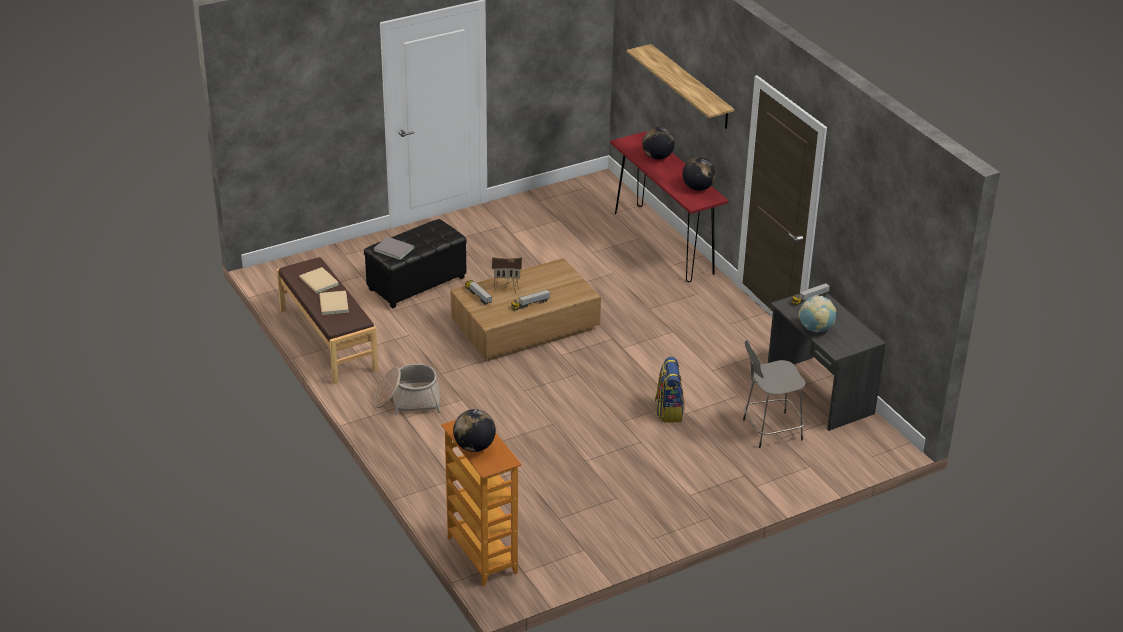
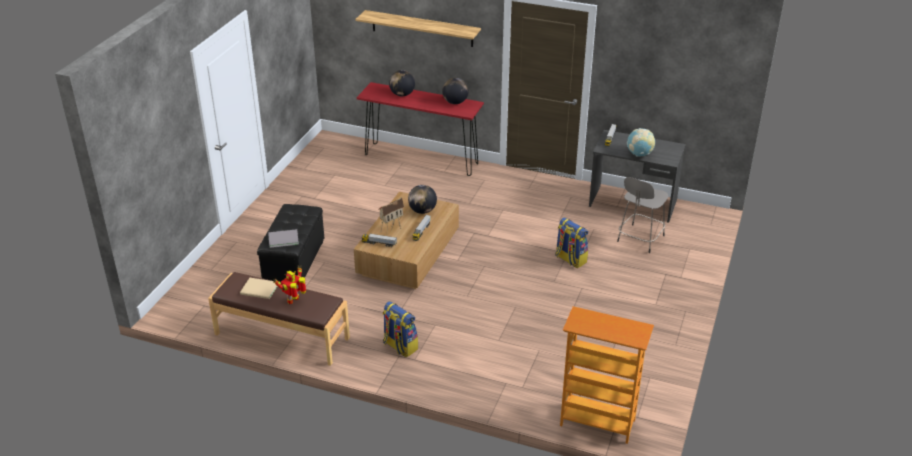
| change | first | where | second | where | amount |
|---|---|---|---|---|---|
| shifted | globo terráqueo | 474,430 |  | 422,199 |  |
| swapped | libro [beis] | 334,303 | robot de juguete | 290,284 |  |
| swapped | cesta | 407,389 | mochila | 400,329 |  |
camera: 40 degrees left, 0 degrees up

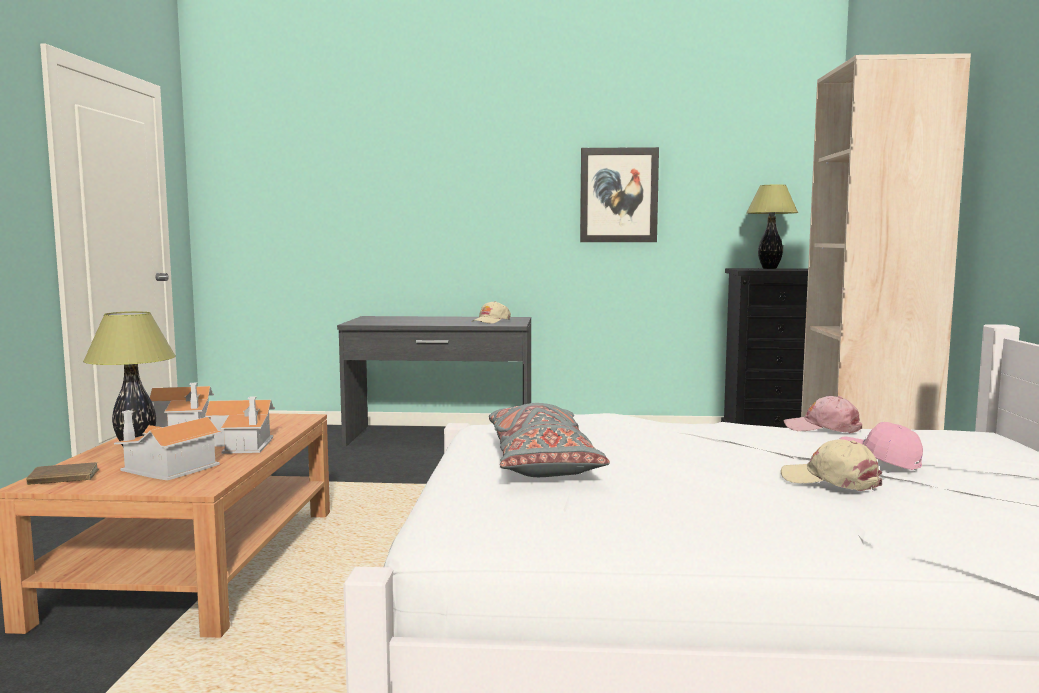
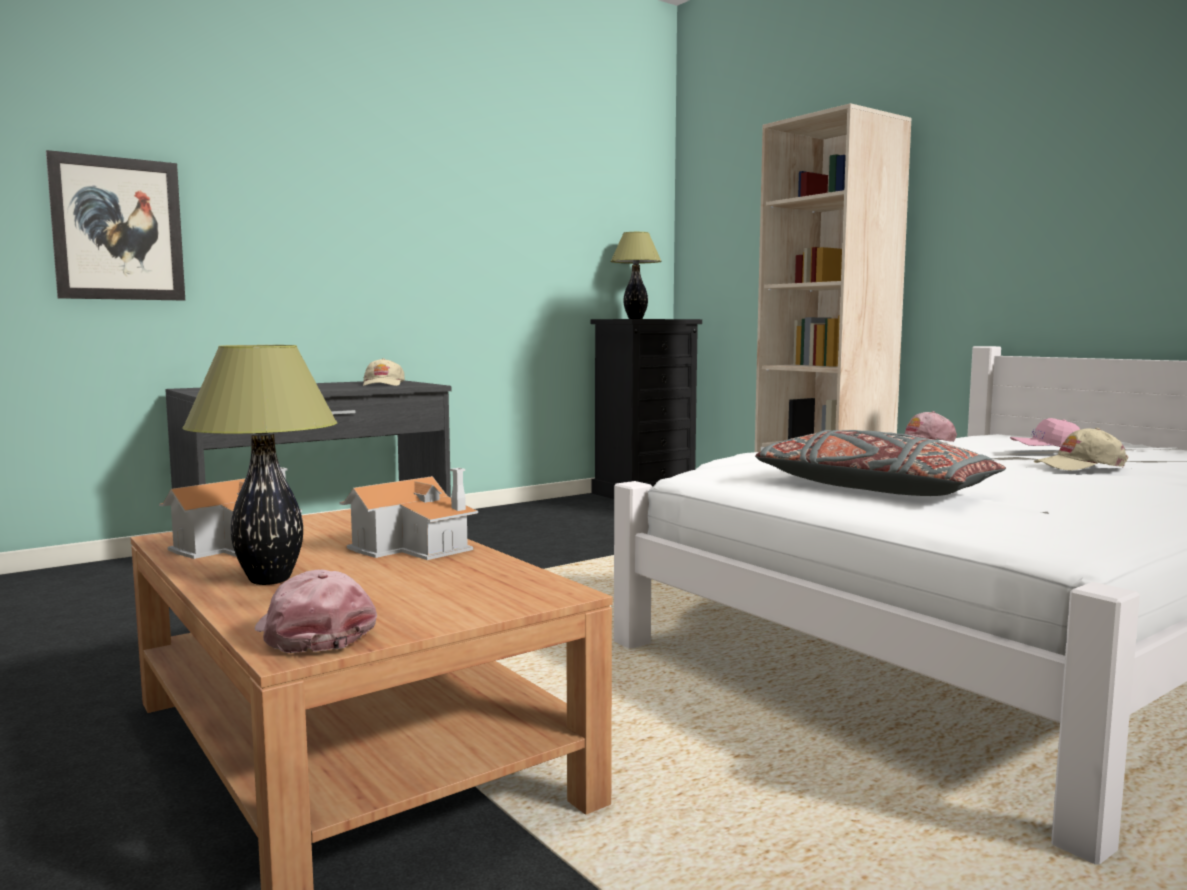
| change | first | where | second | where | amount |
|---|---|---|---|---|---|
| gone | casita | 168,445 |  |  |  |
| shifted | cuadro | 619,194 |  | 115,225 |  |
| swapped | libro [marrón] | 62,473 | gorra [rosa] | 316,611 |  |
camera: 40 degrees left, 0 degrees up

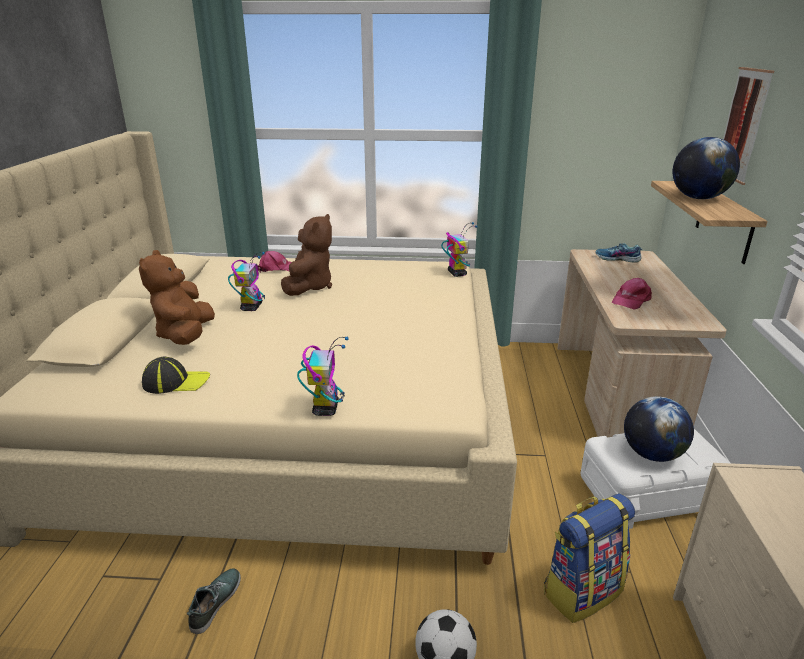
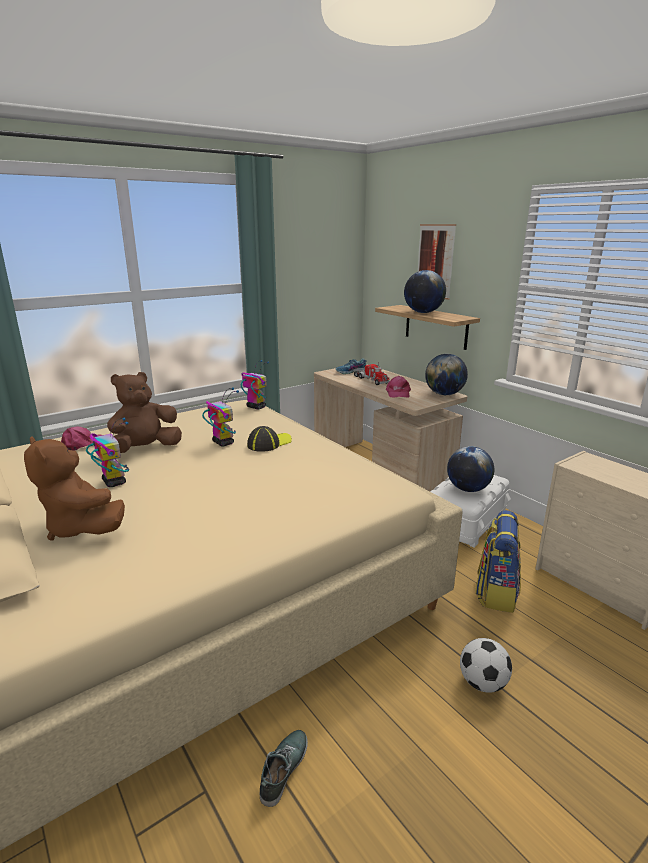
| change | first | where | second | where | amount |
|---|---|---|---|---|---|
| new |  |  | camión de juguete | 372,373 |  |
| new |  |  | globo terráqueo | 446,374 |  |
| shifted | gorra | 176,375 |  | 269,439 |  |
| shifted | robot de juguete | 323,376 |  | 220,417 |  |
| rotated | zapato | 214,601 |  | 284,768 | 45 degrees clockwise |
| rotated | peluche [marrón] | 306,255 |  | 144,412 | 105 degrees counterclockwise |
camera: 40 degrees left, 5 degrees down

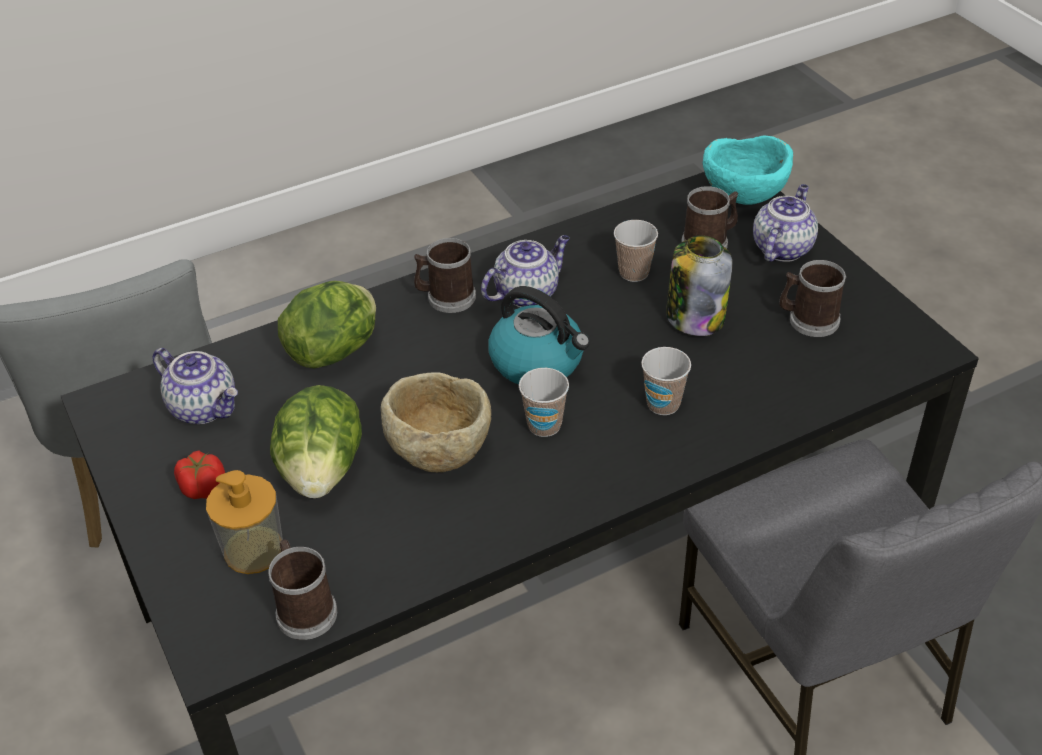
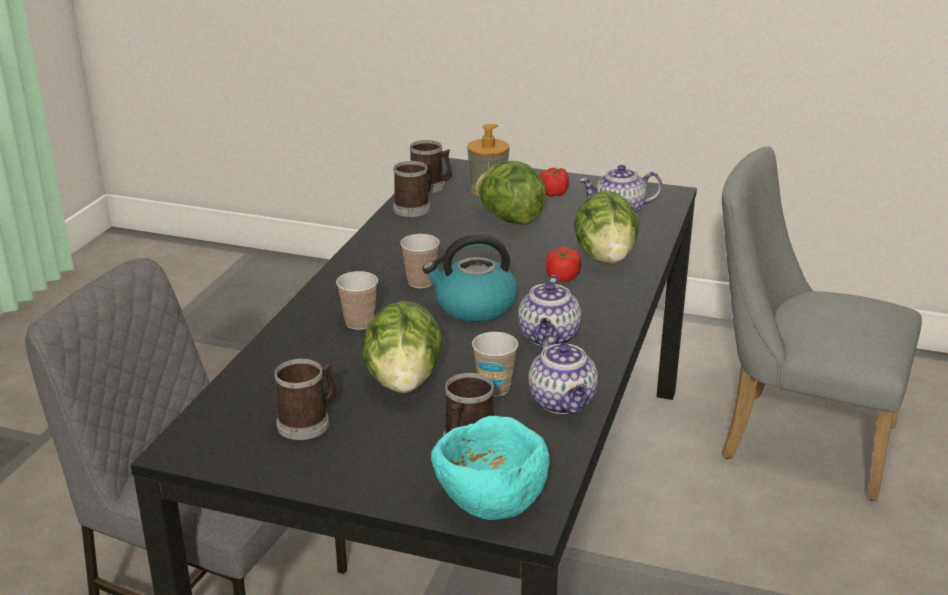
| change | first | where | second | where | amount |
|---|---|---|---|---|---|
| gone | cuenco [beis] | 436,422 |  |  |  |
| new |  |  | tomate | 563,264 |  |
| shifted | taza grande | 445,275 |  | 412,189 |  |
| shifted | tetera | 785,223 |  | 563,374 |  |
| swapped | tarro | 699,285 | lechuga | 402,347 |  |
camera: 135 degrees right, 15 degrees down

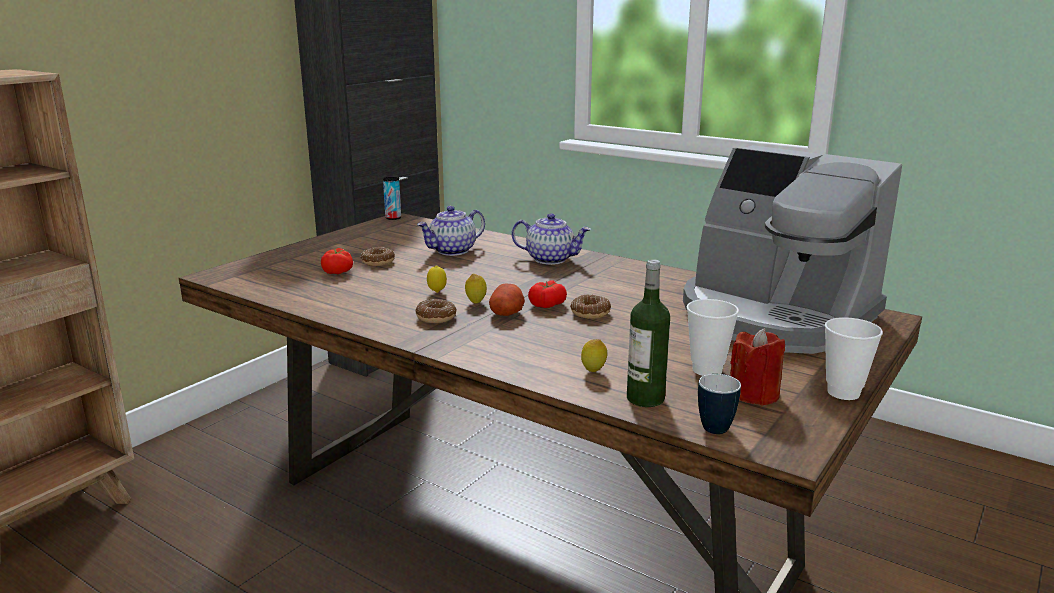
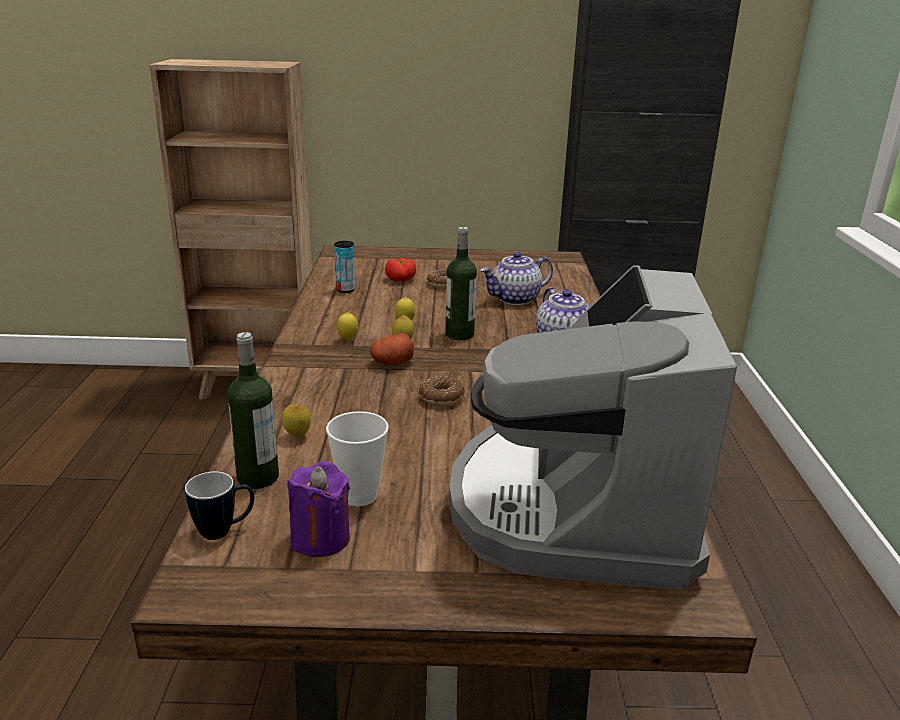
| change | first | where | second | where | amount |
|---|---|---|---|---|---|
| gone | tomate | 547,294 |  |  |  |
| gone | taza | 854,358 |  |  |  |
| new |  |  | botella | 461,283 |  |
| shifted | lata | 392,198 |  | 344,267 |  |
| swapped | rosquilla | 436,311 | limón | 347,326 |  |
| repainted | vela [rojo] | 757,367 | vela [morado] | 318,509 |  |
| rotated | tetera | 451,231 |  | 516,278 | 45 degrees counterclockwise |
camera: 55 degrees right, 5 degrees up

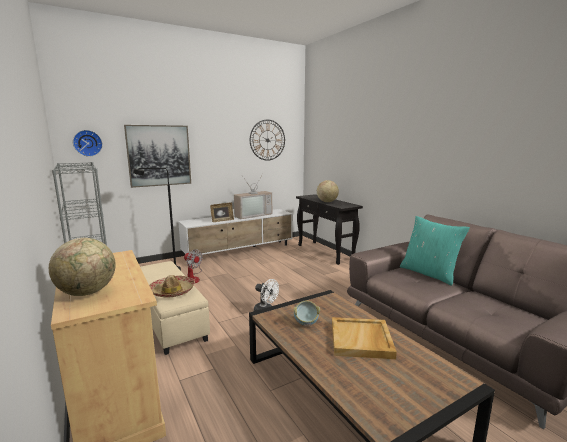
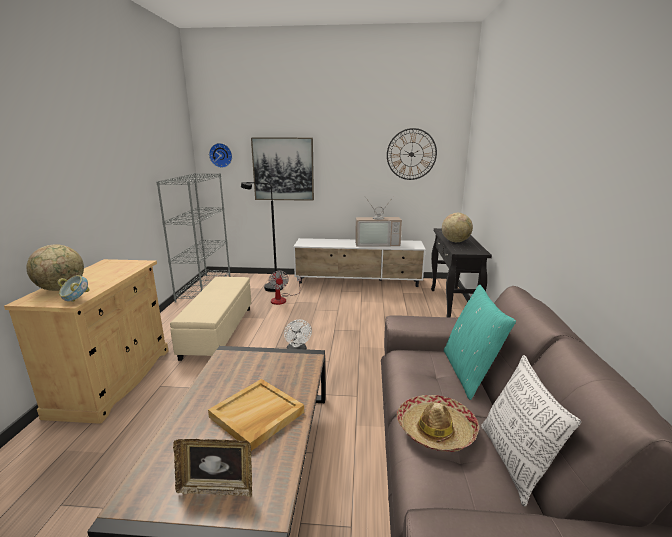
| change | first | where | second | where | amount |
|---|---|---|---|---|---|
| new |  |  | cojín | 531,431 |  |
| shifted | sombrero | 172,286 |  | 438,423 |  |
| shifted | portarretratos | 222,212 |  | 212,468 |  |
| shifted | cuenco | 307,313 |  | 73,288 |  |
camera: 35 degrees right, 5 degrees up

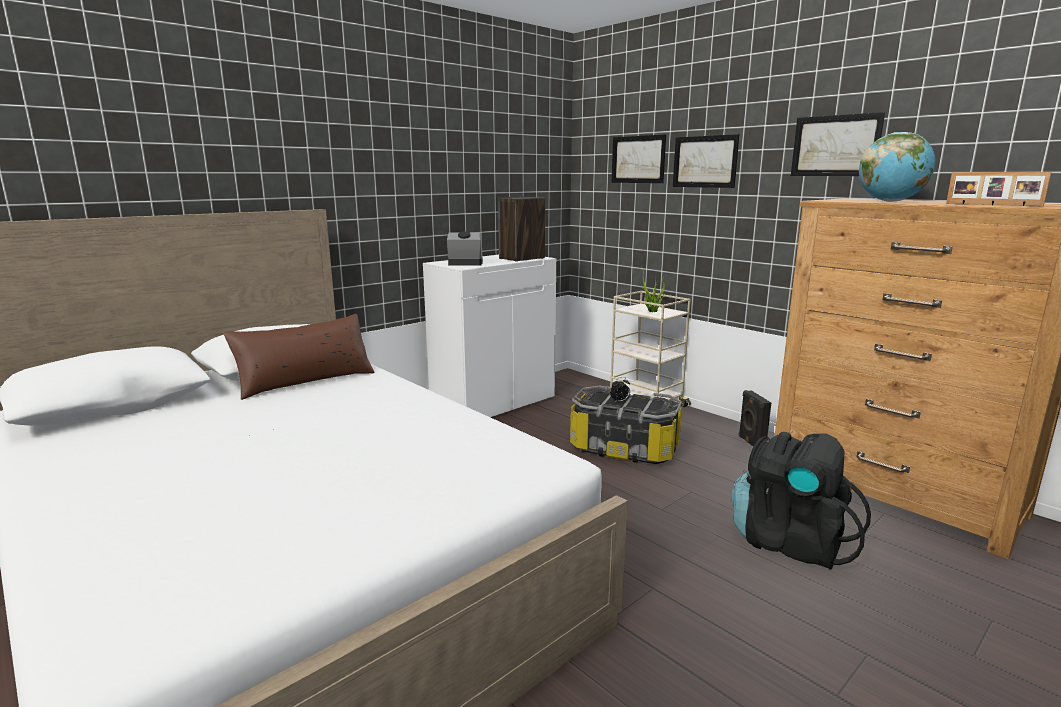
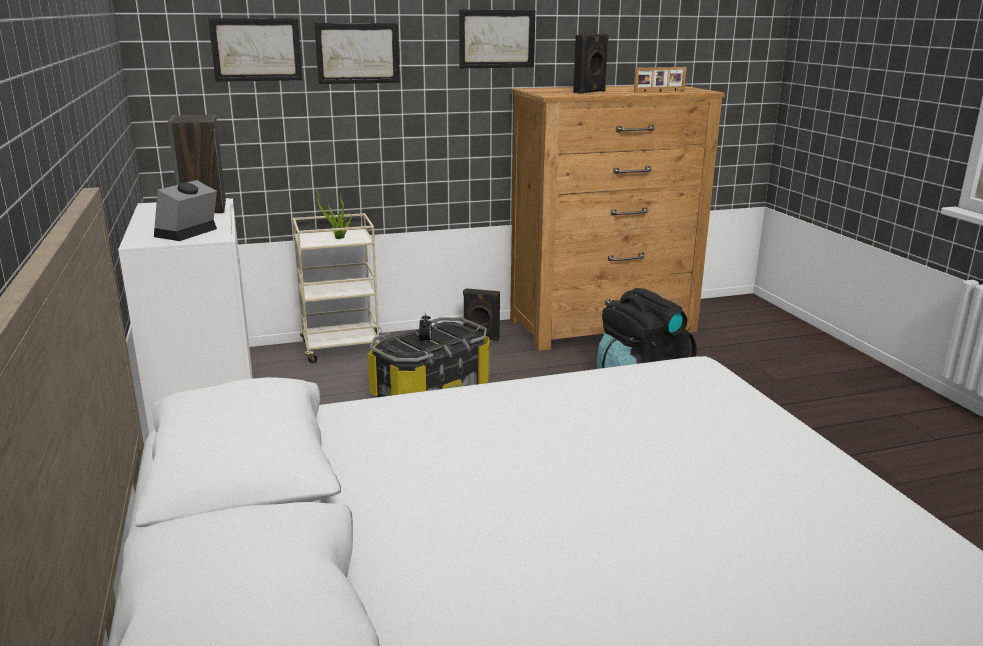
| change | first | where | second | where | amount |
|---|---|---|---|---|---|
| gone | cojín [marrón] | 299,357 |  |  |  |
| swapped | globo terráqueo | 897,167 | altavoz [negro] | 591,64 |  |
camera: 65 degrees left, 5 degrees up

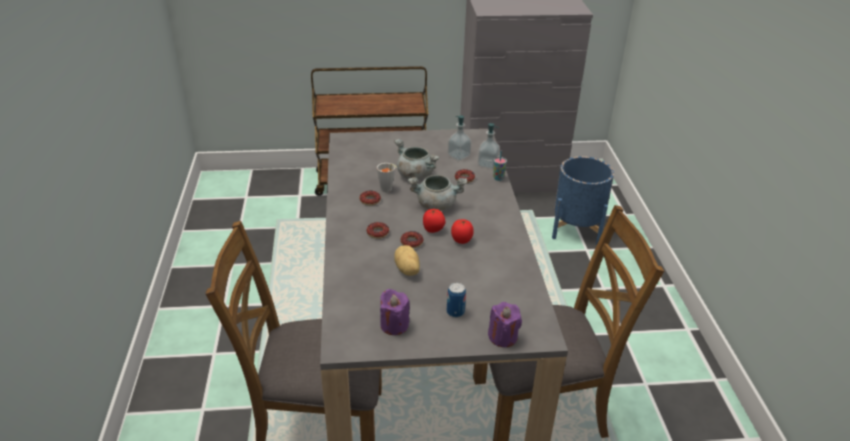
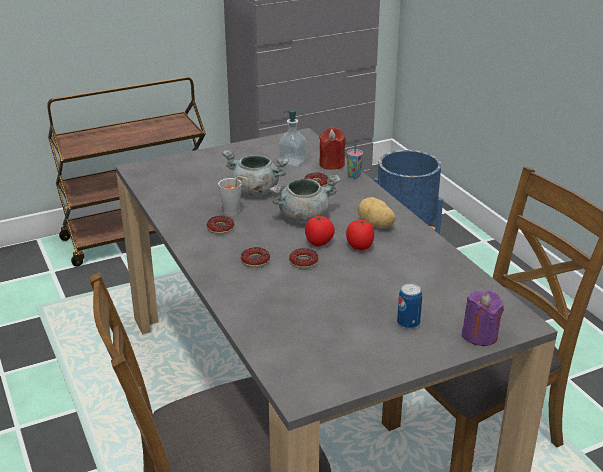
| change | first | where | second | where | amount |
|---|---|---|---|---|---|
| gone | vela [morado] | 395,312 |  |  |  |
| shifted | patata | 407,260 |  | 376,212 |  |
| swapped | dispensador de jabón | 488,146 | vela [rojo] | 332,148 |  |
camera: 20 degrees left, 5 degrees down

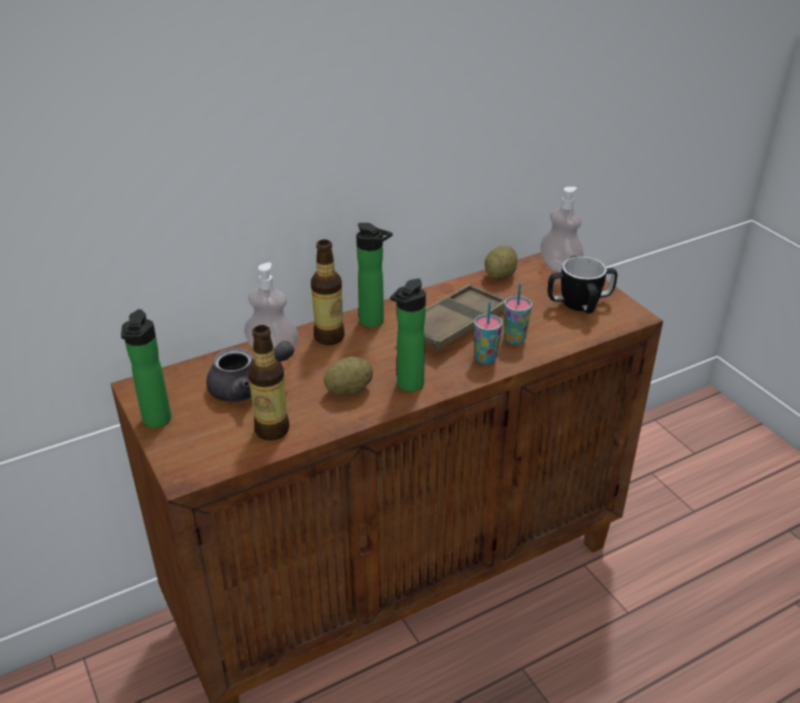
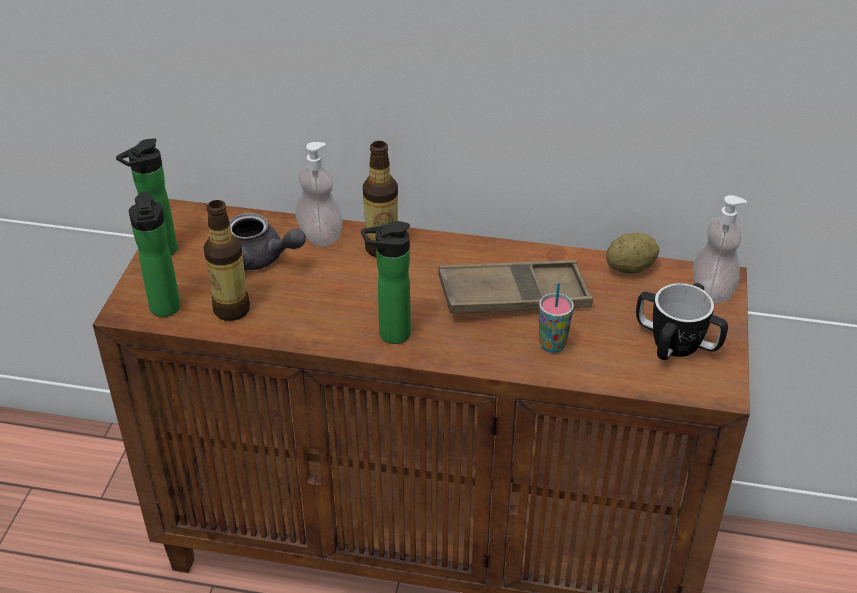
| change | first | where | second | where | amount |
|---|---|---|---|---|---|
| gone | patata | 348,376 |  |  |  |
| gone | taza | 488,333 |  |  |  |
| shifted | botella | 374,275 |  | 155,254 |  |
camera: 40 degrees right, 5 degrees up

